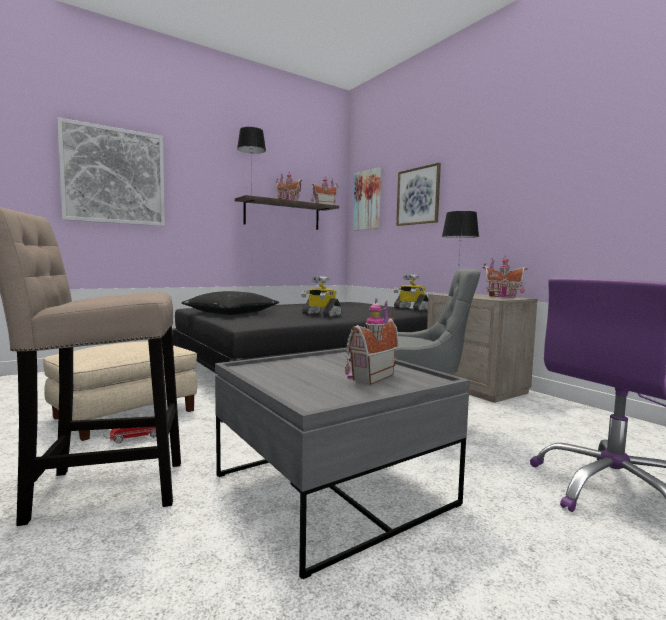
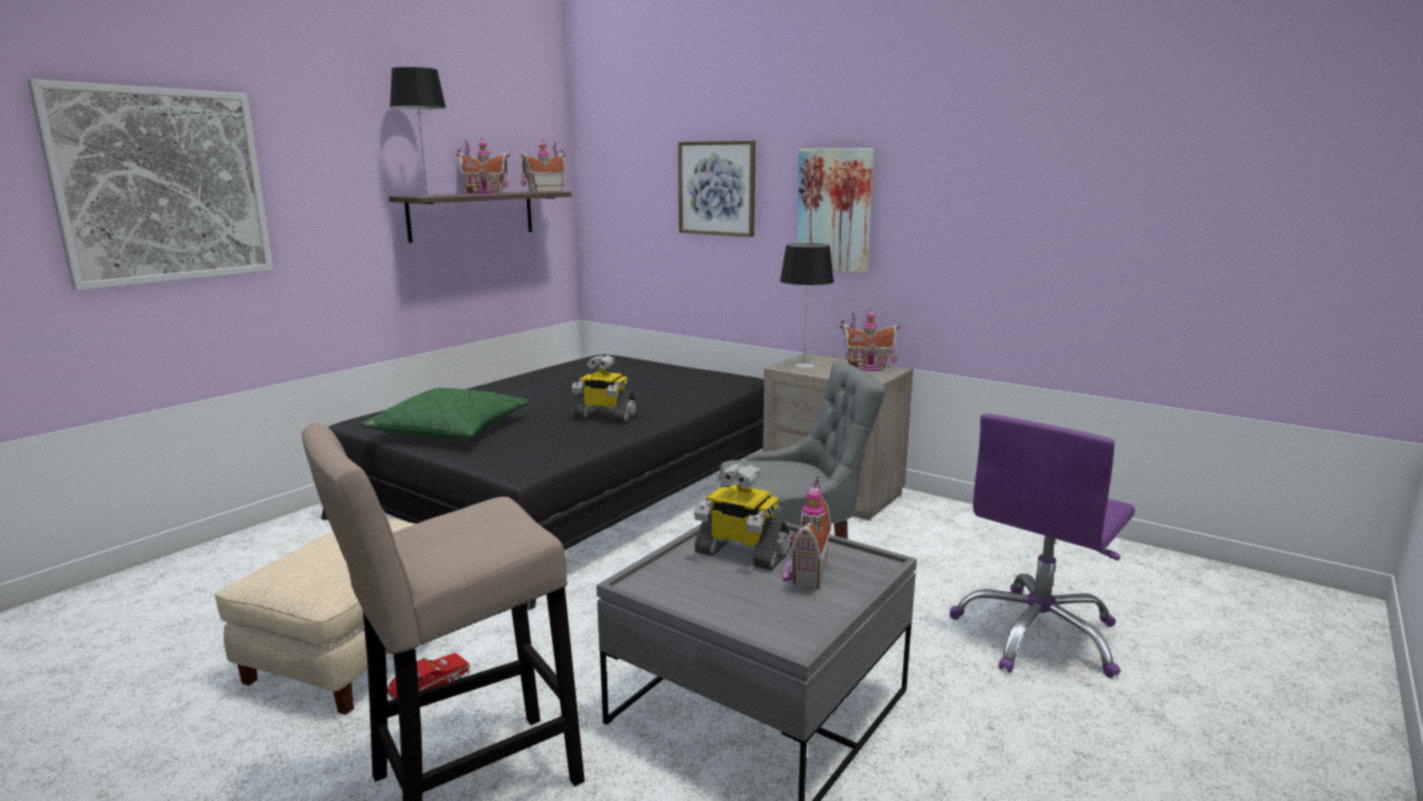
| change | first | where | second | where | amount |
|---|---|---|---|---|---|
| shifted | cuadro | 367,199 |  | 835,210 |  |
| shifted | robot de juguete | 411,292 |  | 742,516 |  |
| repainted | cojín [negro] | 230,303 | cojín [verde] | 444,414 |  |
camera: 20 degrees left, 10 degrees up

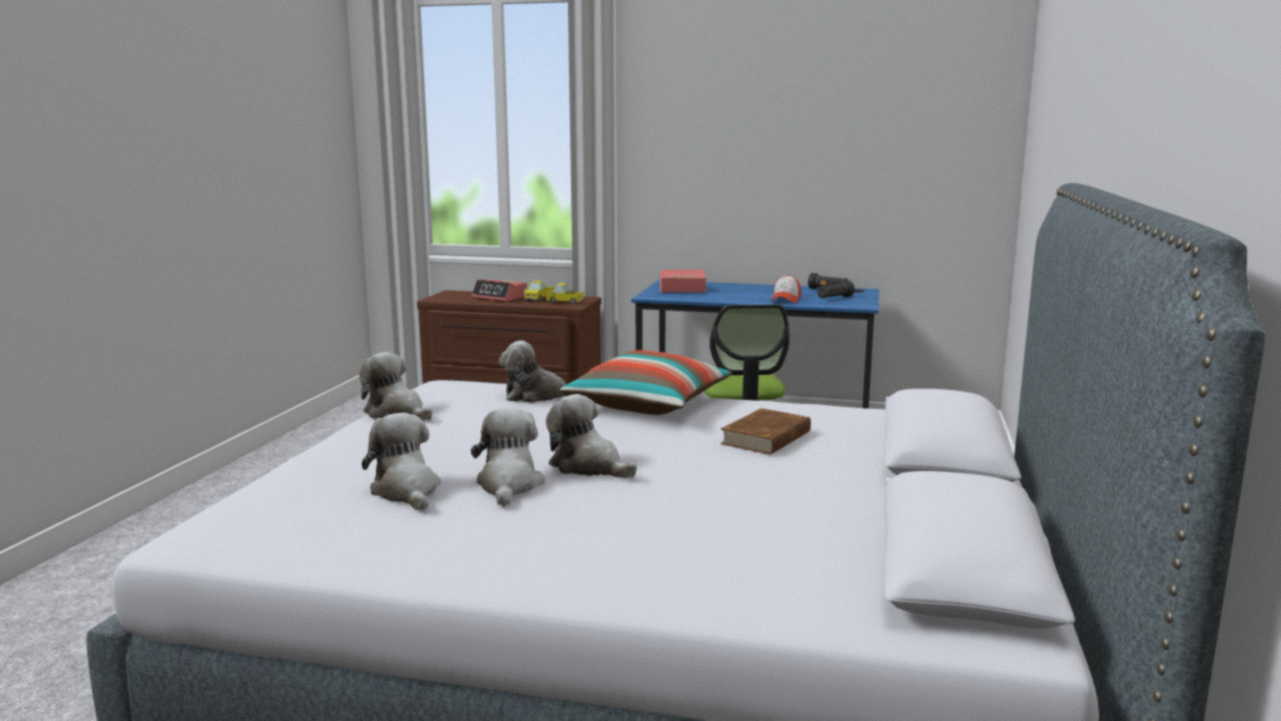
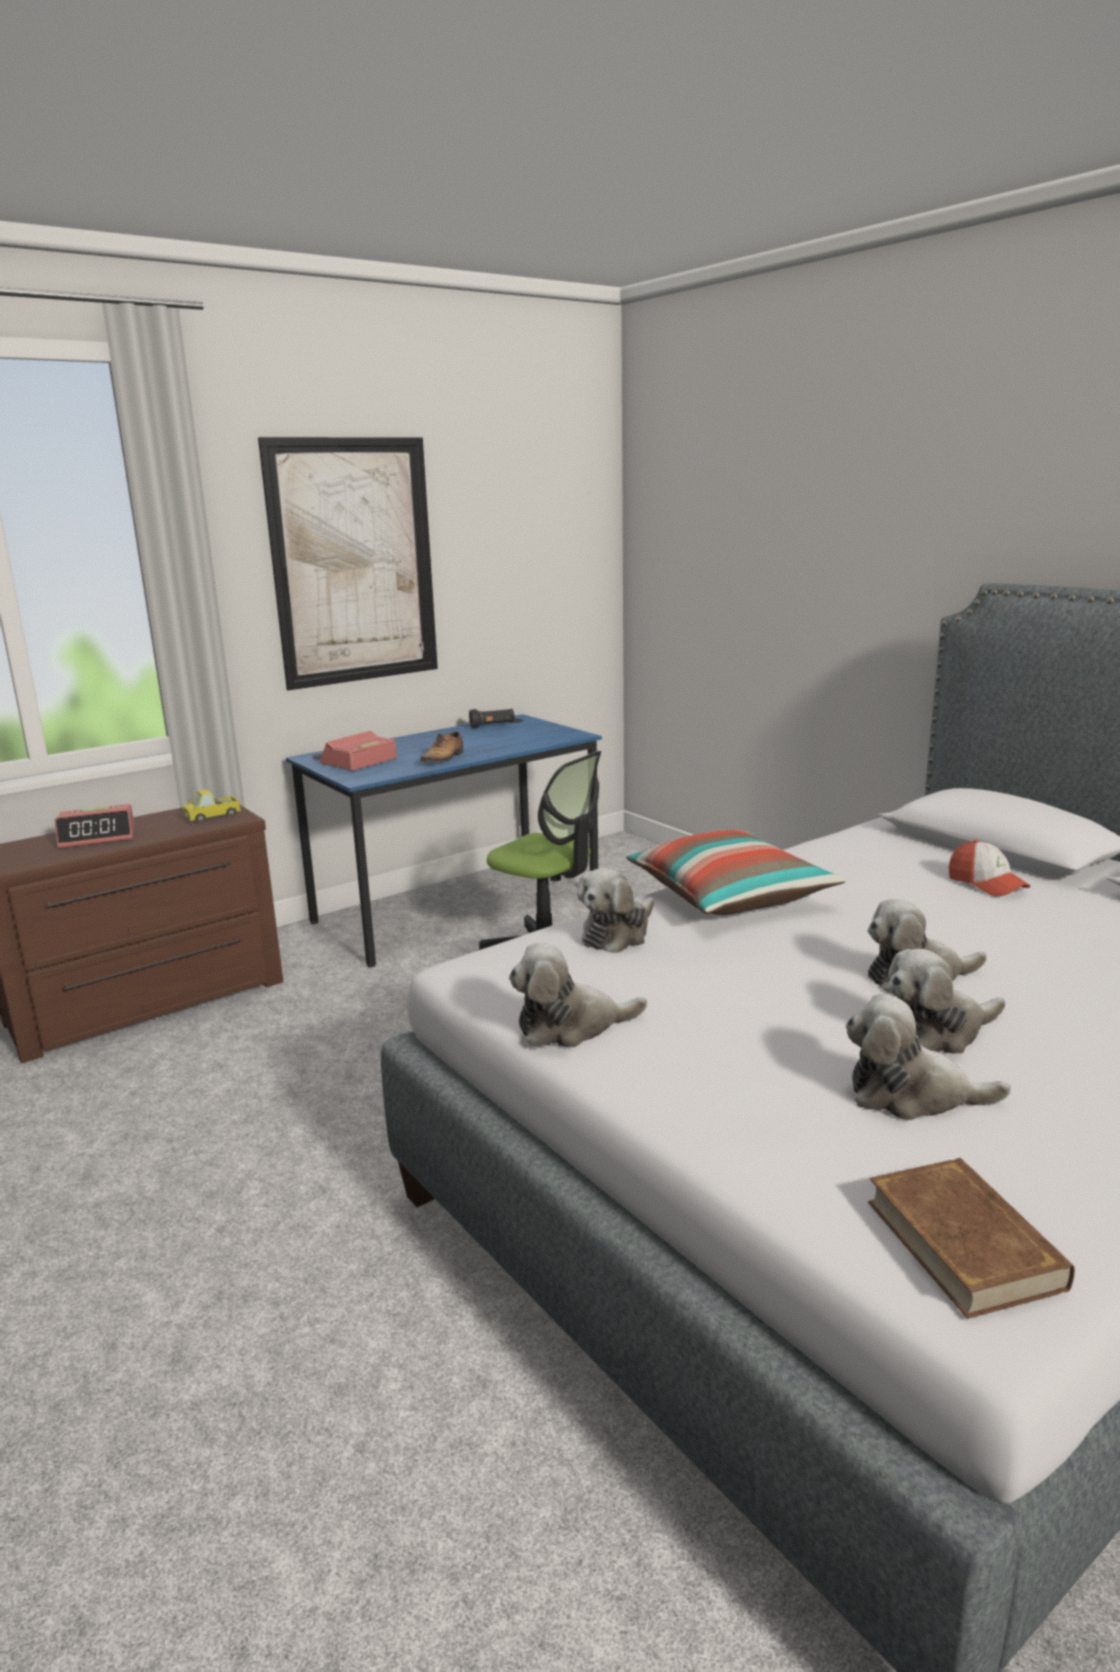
| change | first | where | second | where | amount |
|---|---|---|---|---|---|
| gone | camión de juguete | 539,291 |  |  |  |
| gone | linterna [negro] | 836,289 |  |  |  |
| new |  |  | cuadro | 348,563 |  |
| new |  |  | zapato | 441,747 |  |
| shifted | libro [marrón] | 765,431 |  | 971,1238 |  |
| shifted | gorra | 785,289 |  | 990,868 |  |
| rotated | peluche | 508,457 |  | 946,1001 | 60 degrees counterclockwise |
camera: 50 degrees left, 5 degrees up

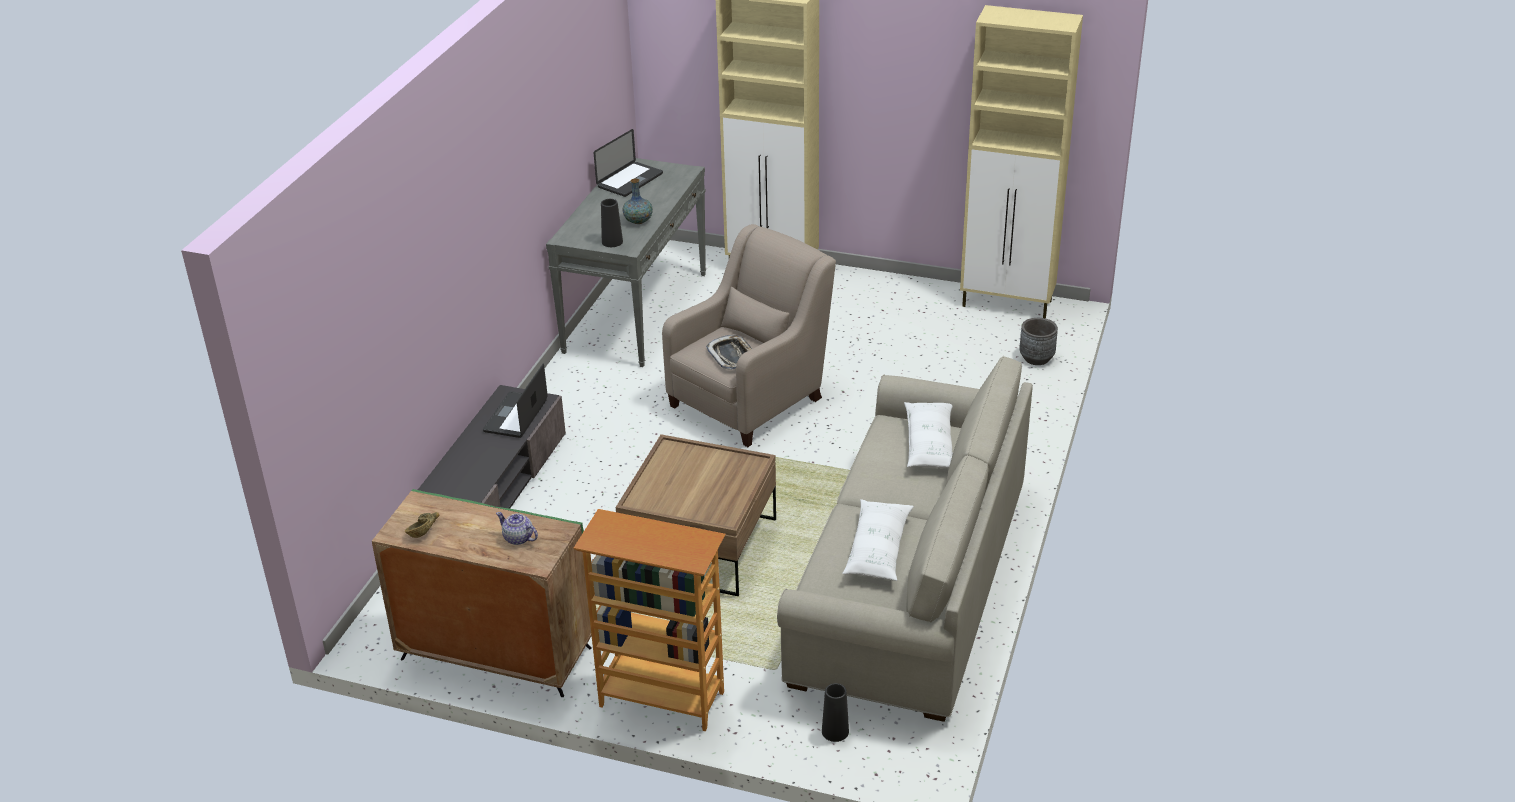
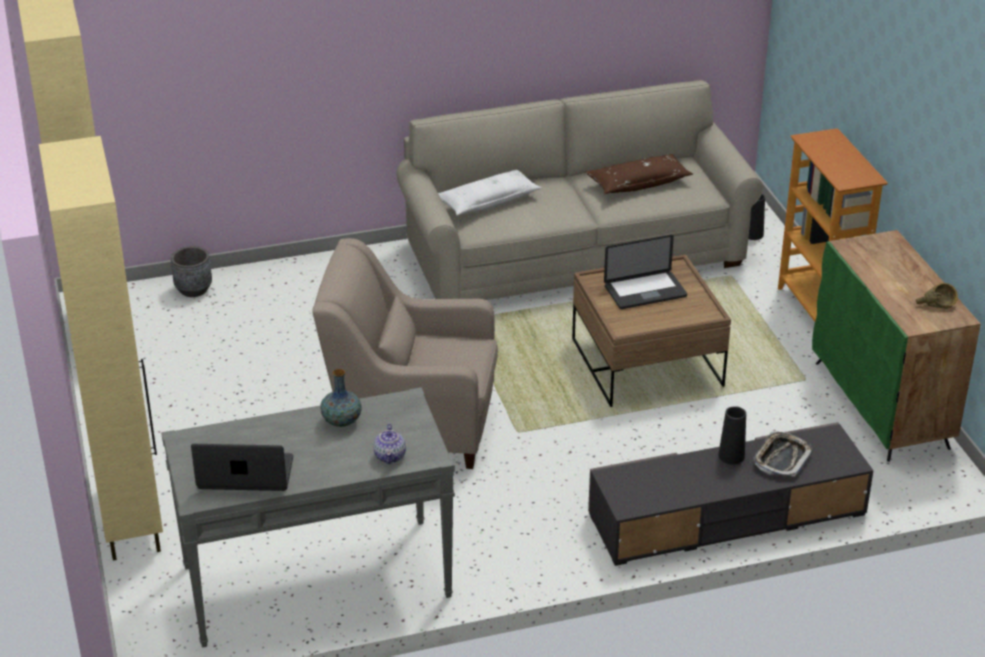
| change | first | where | second | where | amount |
|---|---|---|---|---|---|
| shifted | portátil | 515,401 |  | 645,272 |  |
| shifted | tetera | 517,528 |  | 389,443 |  |
| shifted | florero [negro] | 612,223 |  | 732,435 |  |
| shifted | bandeja | 729,352 |  | 783,454 |  |
| repainted | cojín [blanco] | 878,540 | cojín [marrón] | 639,174 |  |
camera: 125 degrees left, 0 degrees up

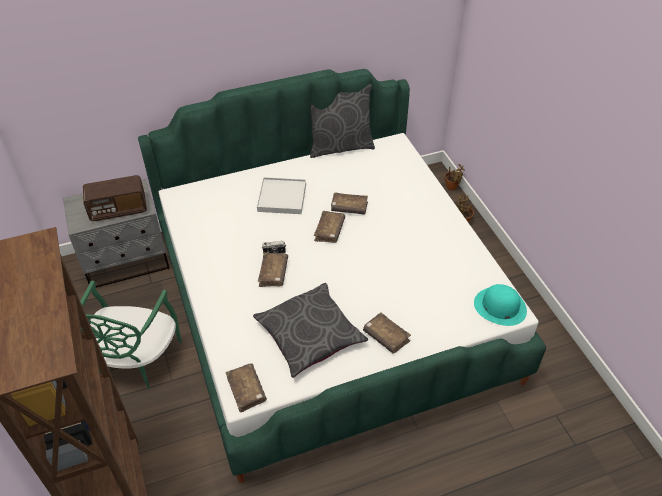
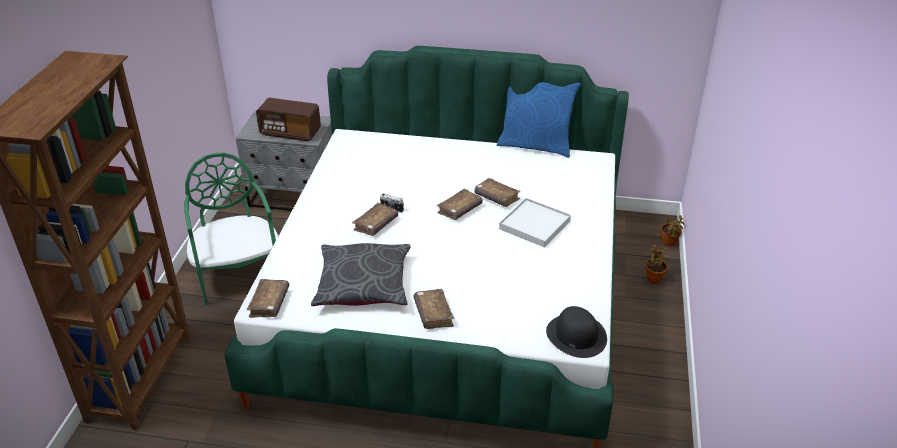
| change | first | where | second | where | amount |
|---|---|---|---|---|---|
| shifted | bandeja [blanco] | 281,195 |  | 535,223 |  |
| repainted | cojín [gris] | 342,121 | cojín [azul] | 539,120 |  |
| repainted | sombrero [turquesa] | 500,305 | sombrero [negro] | 576,332 |  |
| rotated | silla [verde] | 131,334 |  | 231,229 | 120 degrees clockwise |
camera: 30 degrees right, 10 degrees down

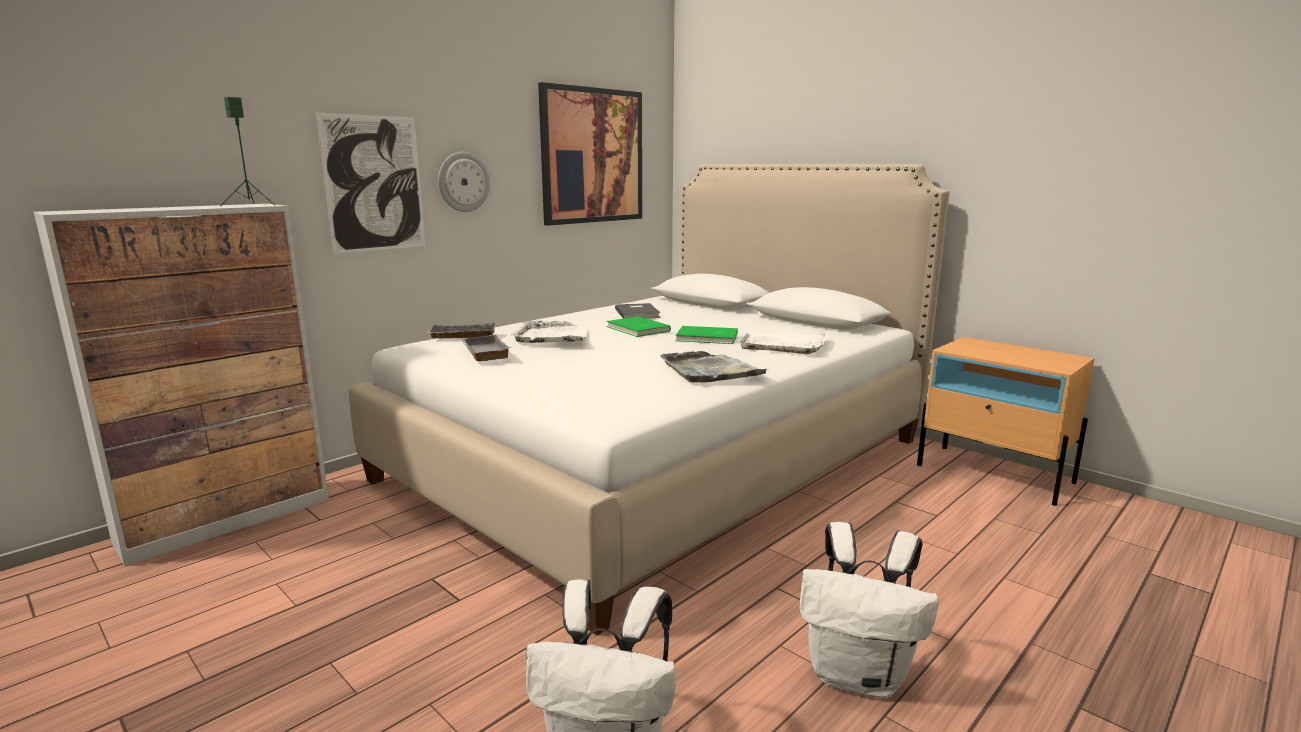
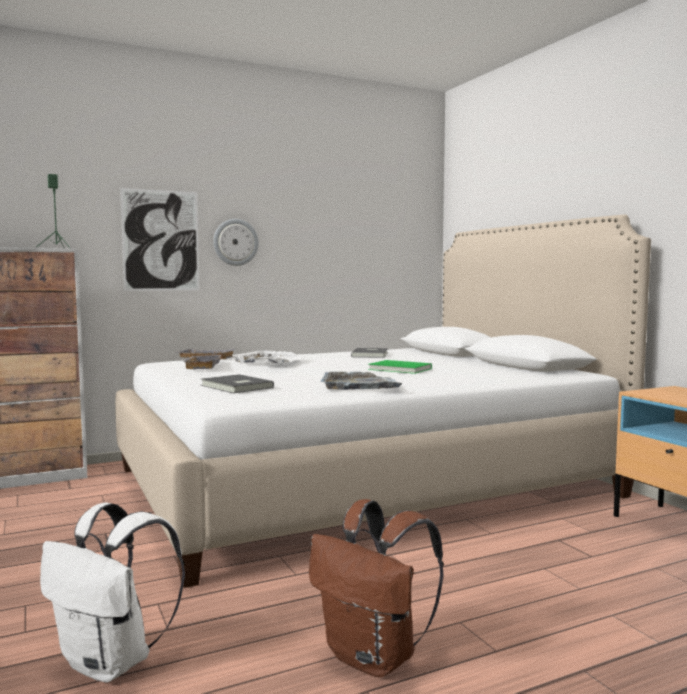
| change | first | where | second | where | amount |
|---|---|---|---|---|---|
| gone | cuadro | 590,153 |  |  |  |
| gone | libro [verde] | 638,326 |  |  |  |
| gone | bandeja [blanco] | 783,343 |  |  |  |
| new |  |  | libro [gris] | 237,383 |  |
| repainted | mochila [blanco] | 869,610 | mochila [marrón] | 376,588 |  |
camera: 20 degrees right, 10 degrees down

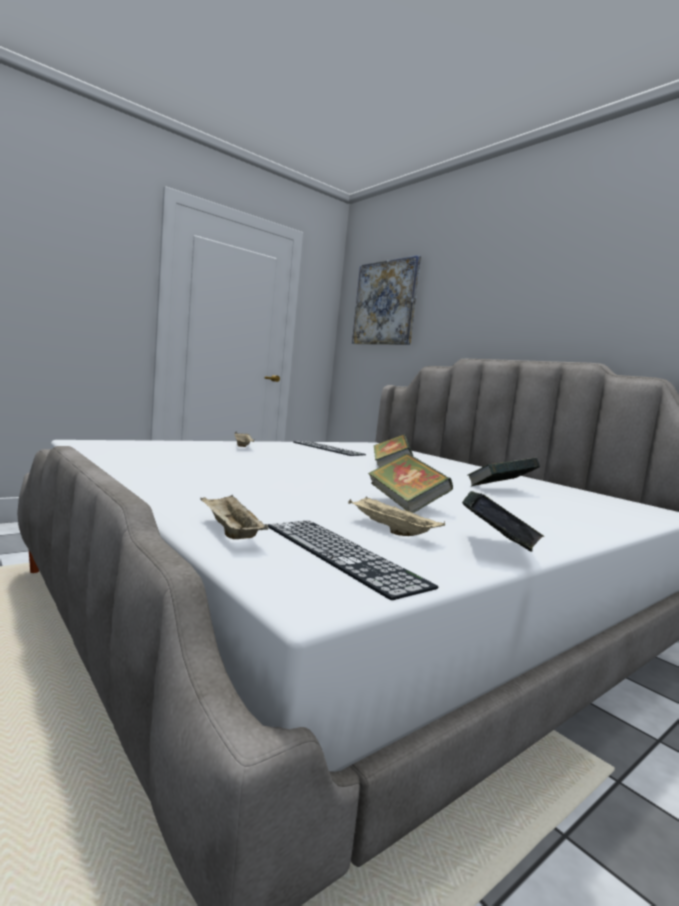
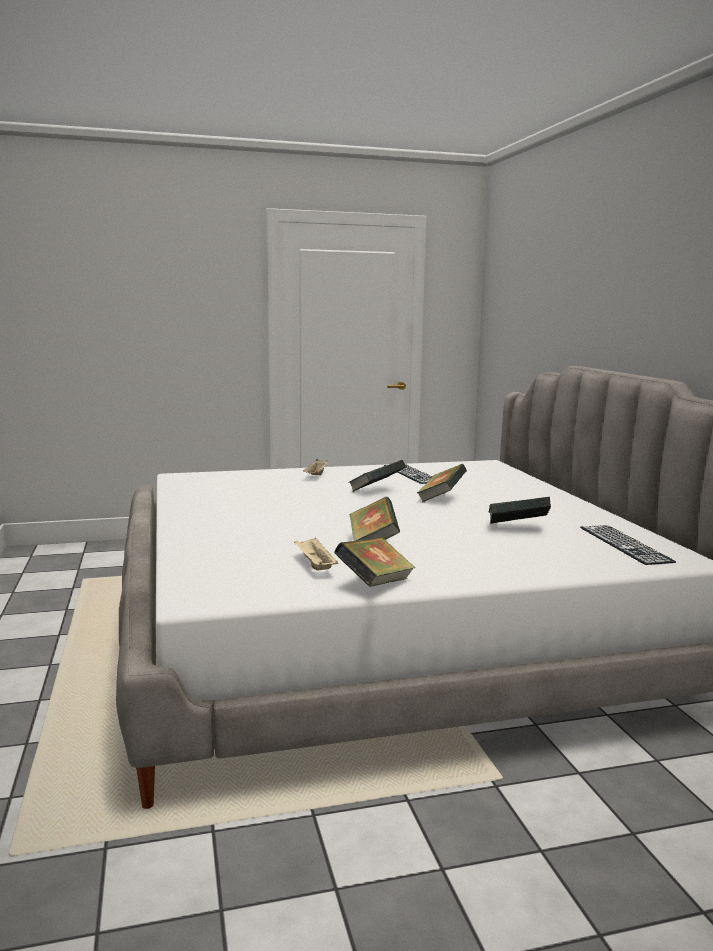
| change | first | where | second | where | amount |
|---|---|---|---|---|---|
| gone | bandeja [beis] | 234,517 |  |  |  |
| gone | cuadro | 386,300 |  |  |  |
| new |  |  | libro | 377,476 |  |
| shifted | teclado | 353,560 |  | 628,545 |  |
camera: 25 degrees right, 5 degrees up

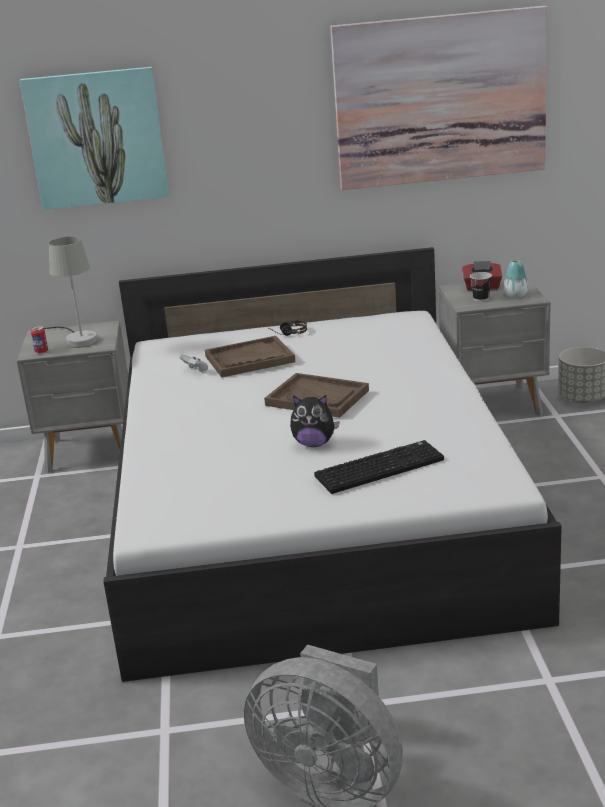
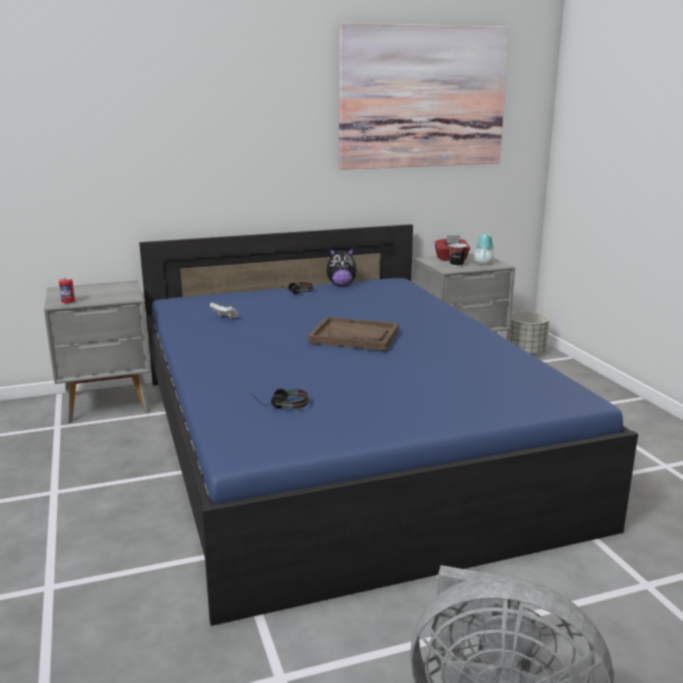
| change | first | where | second | where | amount |
|---|---|---|---|---|---|
| gone | cuadro | 94,138 |  |  |  |
| gone | lámpara de mesa [gris] | 70,292 |  |  |  |
| gone | bandeja [marrón] | 250,357 |  |  |  |
| gone | teclado | 379,467 |  |  |  |
| new |  |  | auriculares | 279,399 |  |
| shifted | peluche | 315,421 |  | 342,267 |  |
| repainted | cama [blanco] | 332,464 | cama [azul] | 388,425 |  |
camera: 15 degrees left, 5 degrees down

